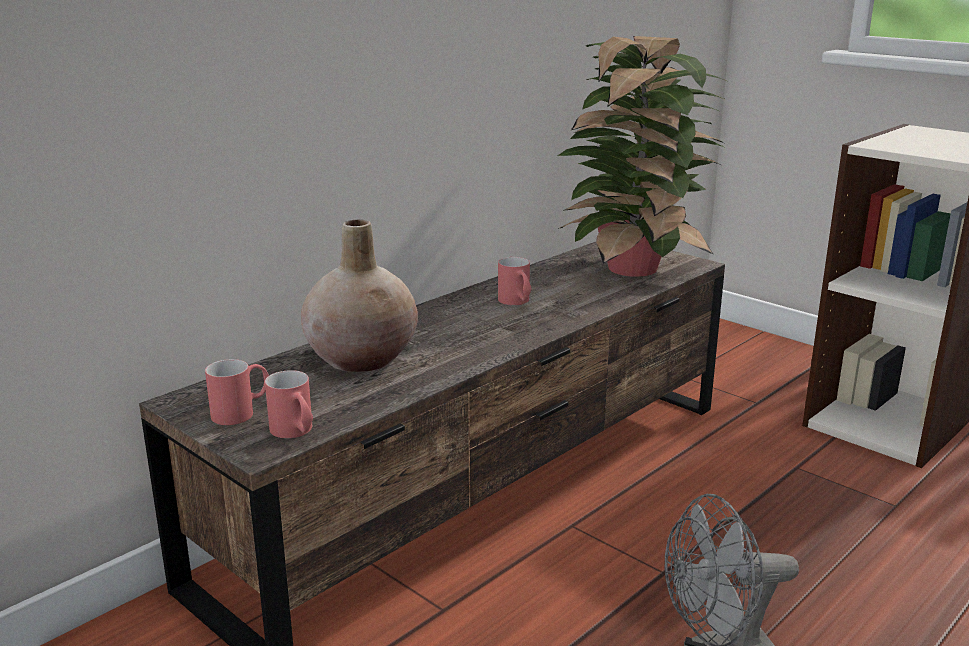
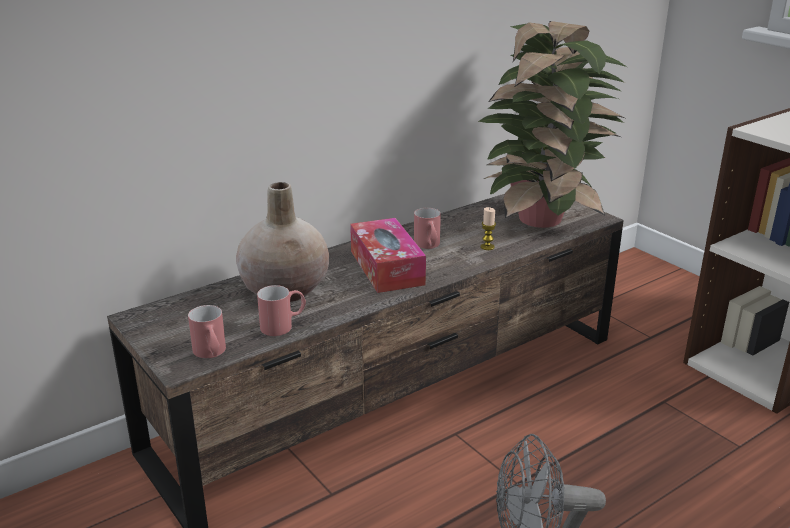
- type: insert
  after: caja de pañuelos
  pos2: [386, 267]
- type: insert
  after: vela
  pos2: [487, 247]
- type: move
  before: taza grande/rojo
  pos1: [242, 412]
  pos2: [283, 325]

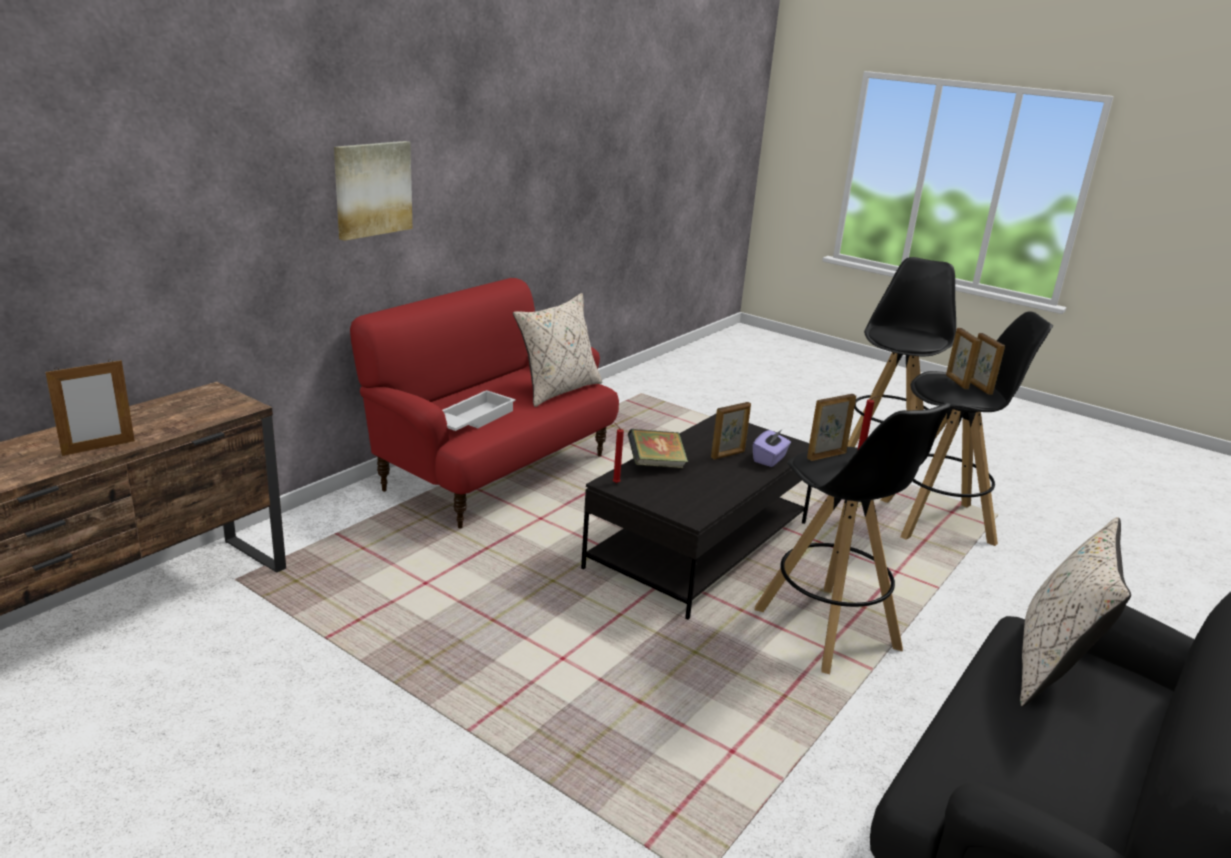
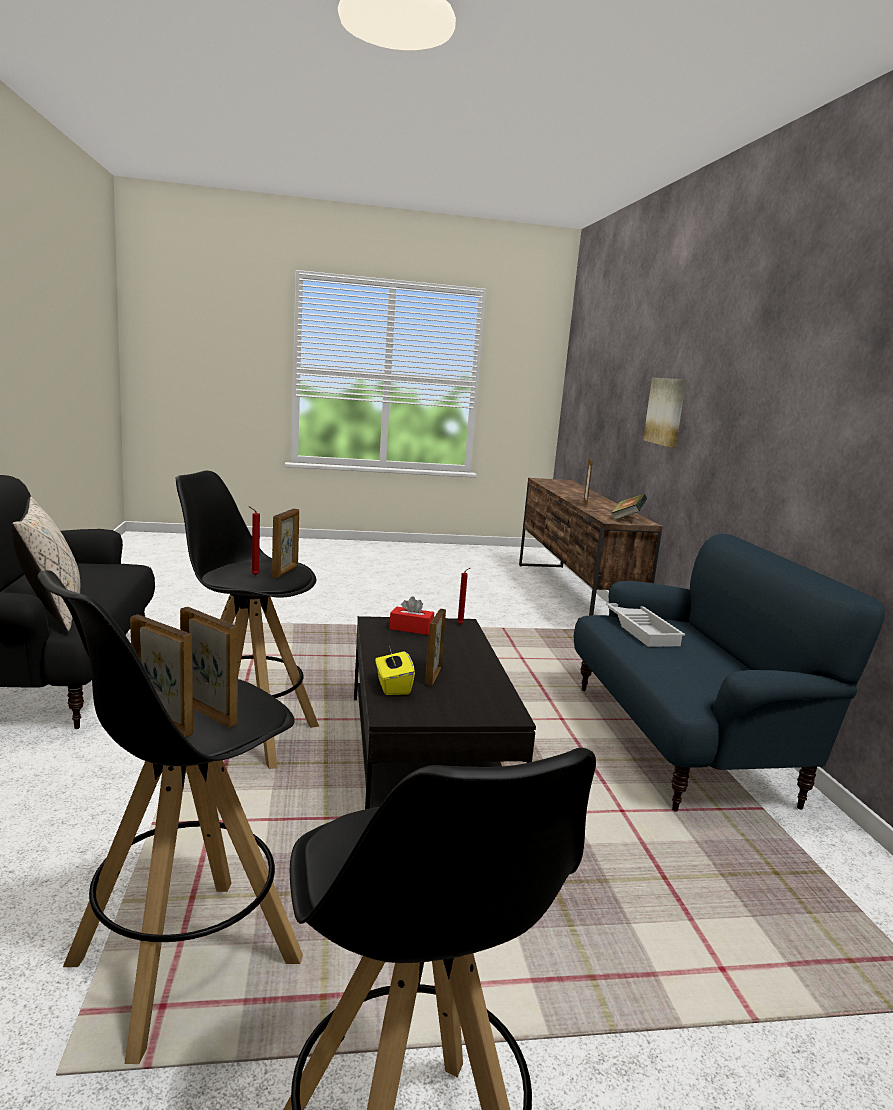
- type: delete
  before: cojín/beis
  pos1: [557, 390]
- type: insert
  after: caja de pañuelos/rojo
  pos2: [411, 628]
- type: move
  before: cuadro
  pos1: [372, 189]
  pos2: [666, 411]
- type: move
  before: libro
  pos1: [656, 464]
  pos2: [627, 519]
- type: recolor
  before: sofá/rojo
  after: sofá/azul
  pos1: [493, 471]
  pos2: [682, 741]
- type: recolor
  before: caja de pañuelos/morado
  after: caja de pañuelos/amarillo
  pos1: [770, 459]
  pos2: [393, 686]

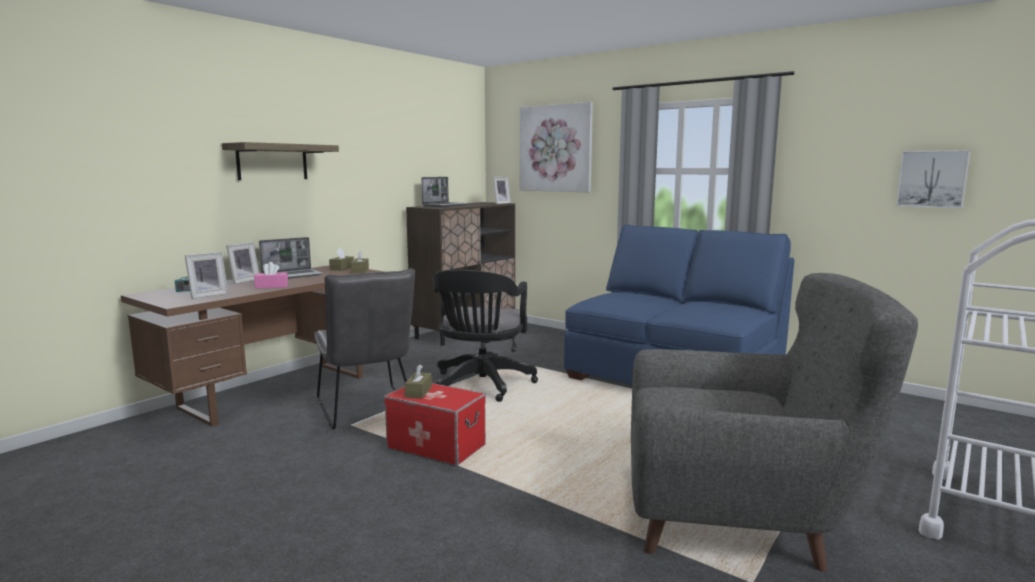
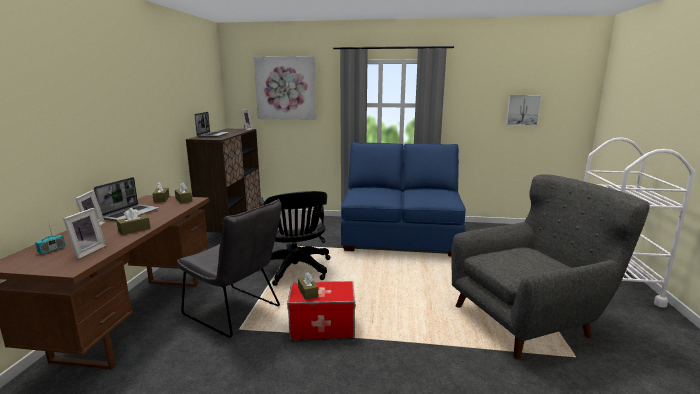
- type: delete
  before: estante
  pos1: [272, 162]
- type: recolor
  before: caja de pañuelos/rosa
  after: caja de pañuelos/marrón
  pos1: [271, 286]
  pos2: [134, 229]

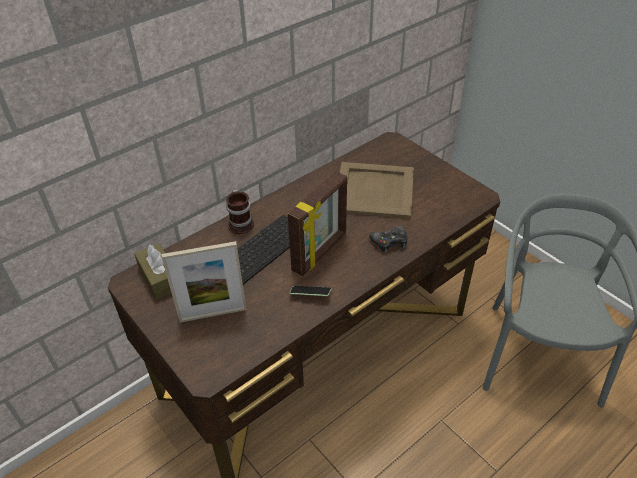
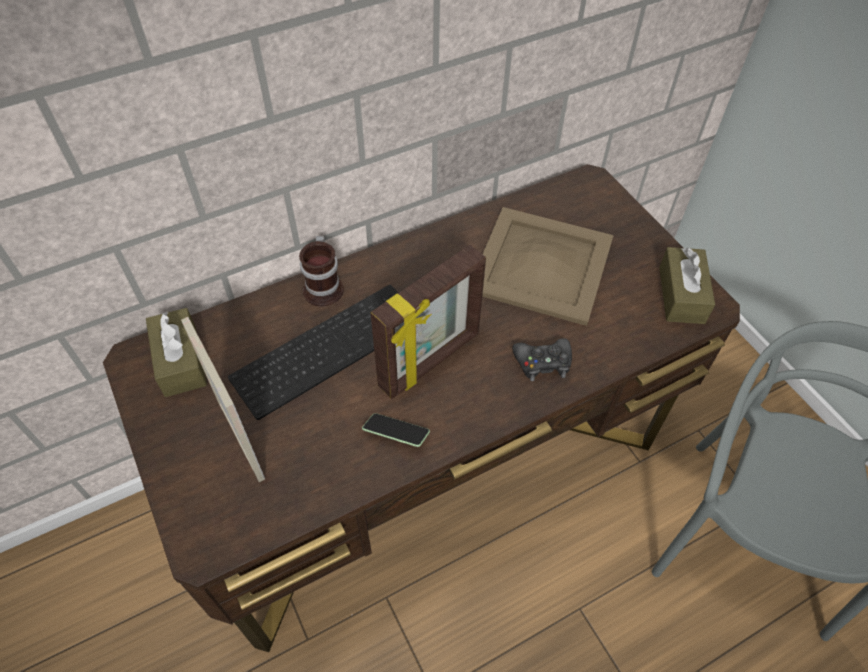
- type: insert
  after: caja de pañuelos/marrón
  pos2: [681, 295]
- type: rotate
  before: portarretratos
  pos1: [213, 314]
  pos2: [241, 439]
  turn: -120

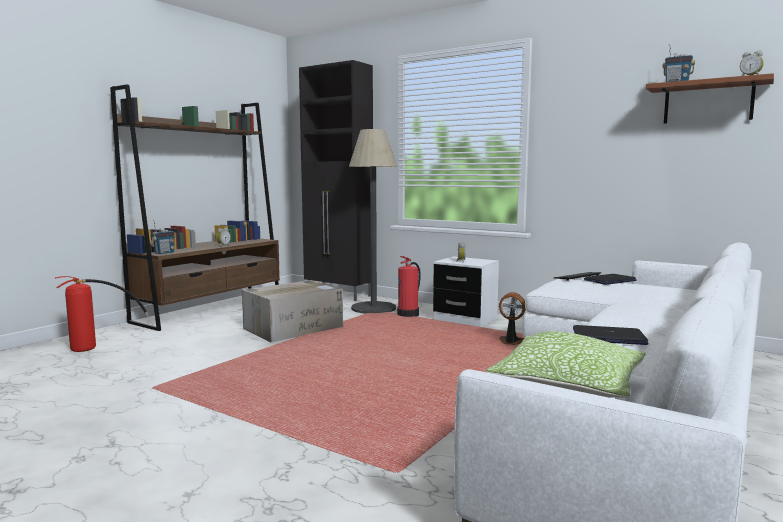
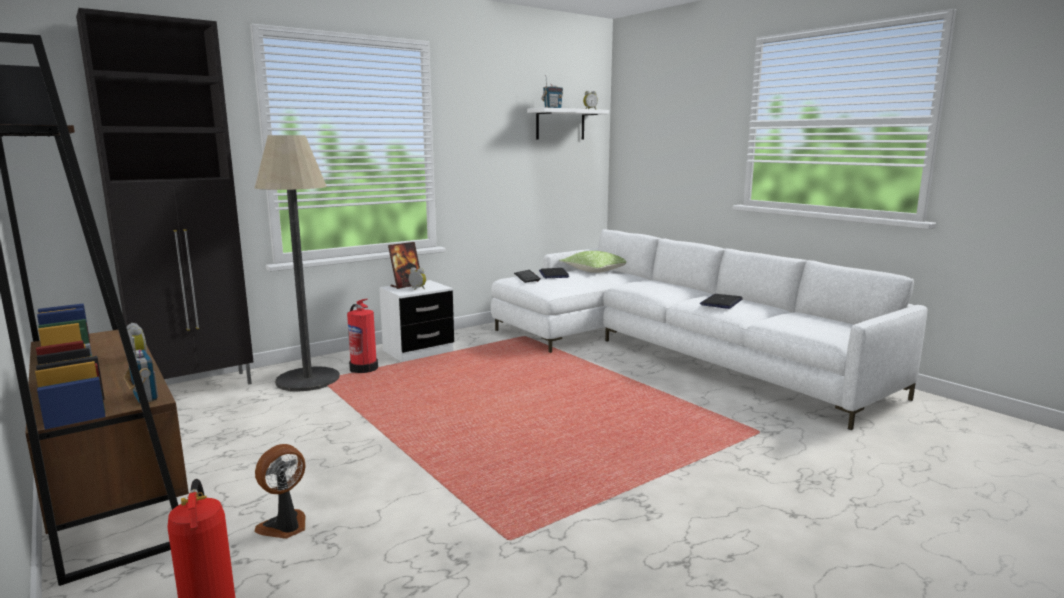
- type: delete
  before: caja de cartón
  pos1: [294, 328]
- type: insert
  after: portarretratos
  pos2: [406, 285]
- type: move
  before: cojín
  pos1: [568, 385]
  pos2: [595, 270]
- type: move
  before: ventilador
  pos1: [511, 342]
  pos2: [285, 527]
- type: recolor
  before: estante/marrón
  after: estante/blanco
  pos1: [708, 102]
  pos2: [560, 124]

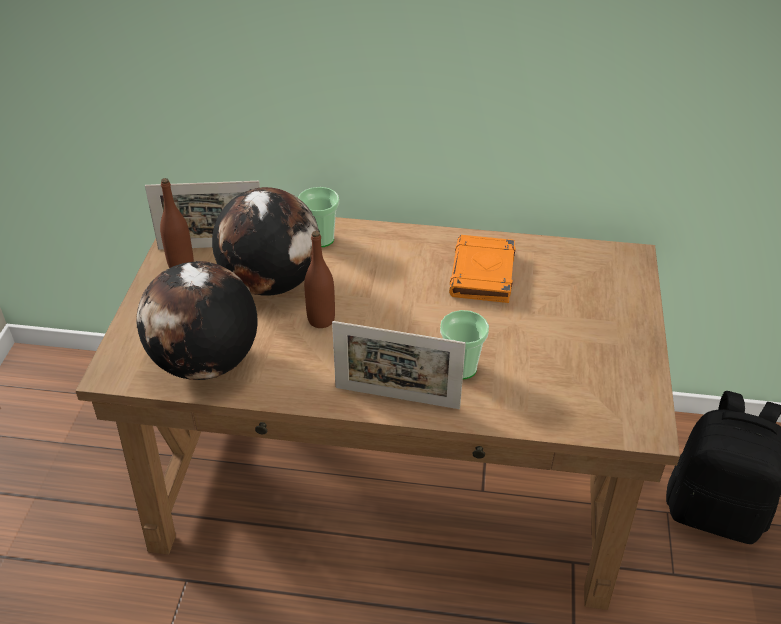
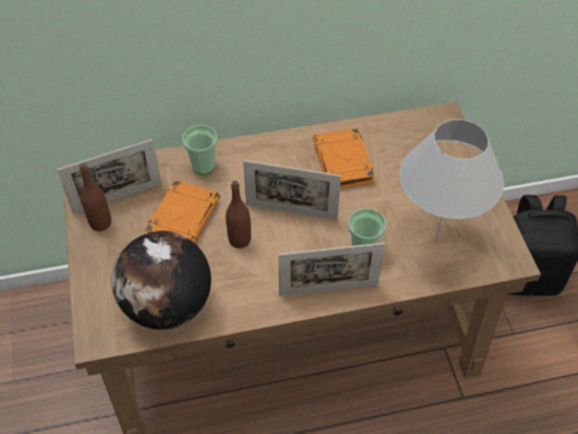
- type: insert
  after: portarretratos
  pos2: [291, 211]
- type: insert
  after: lámpara de mesa/blanco
  pos2: [435, 241]
- type: replace
  before: globo terráqueo
  after: libro/naranja
  pos1: [271, 282]
  pos2: [183, 218]

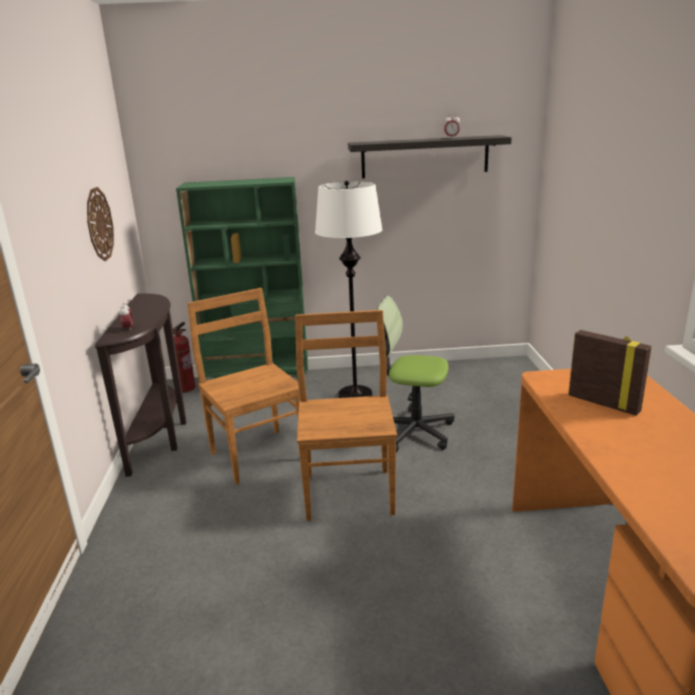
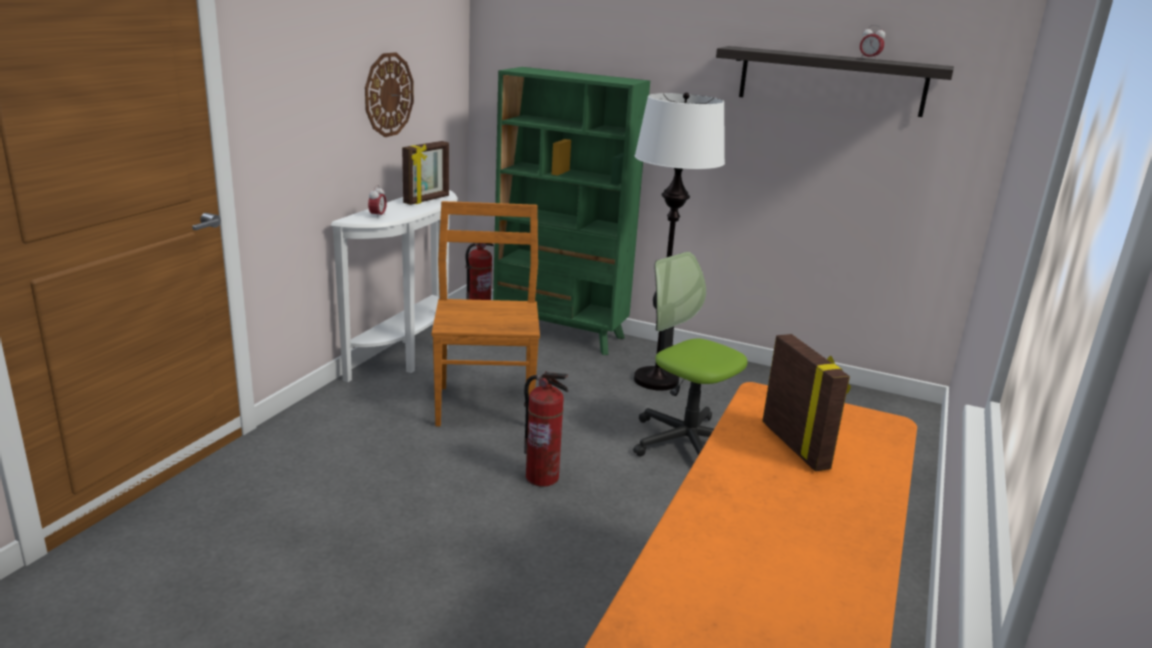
- type: insert
  after: portarretratos
  pos2: [427, 200]
- type: replace
  before: silla/marrón
  after: extintor
  pos1: [349, 492]
  pos2: [542, 477]
- type: recolor
  before: mesa consola/marrón
  after: mesa consola/blanco
  pos1: [161, 436]
  pos2: [410, 354]

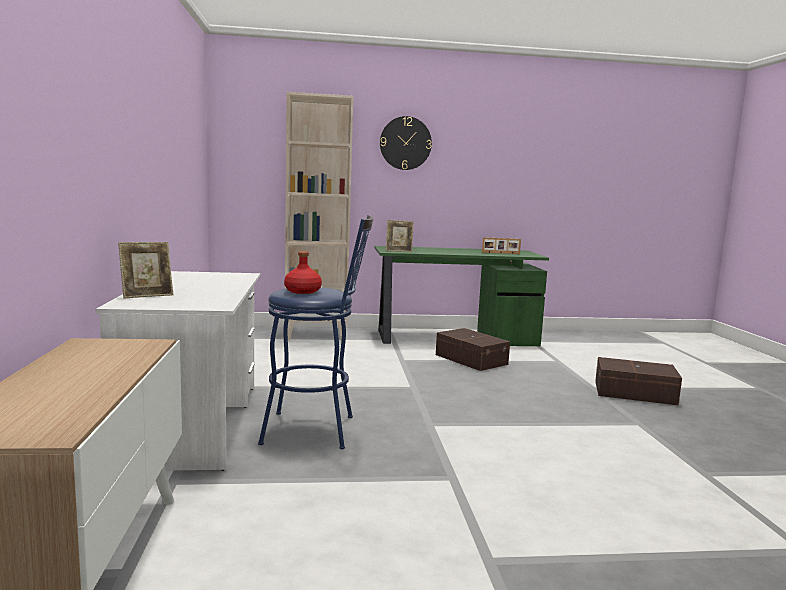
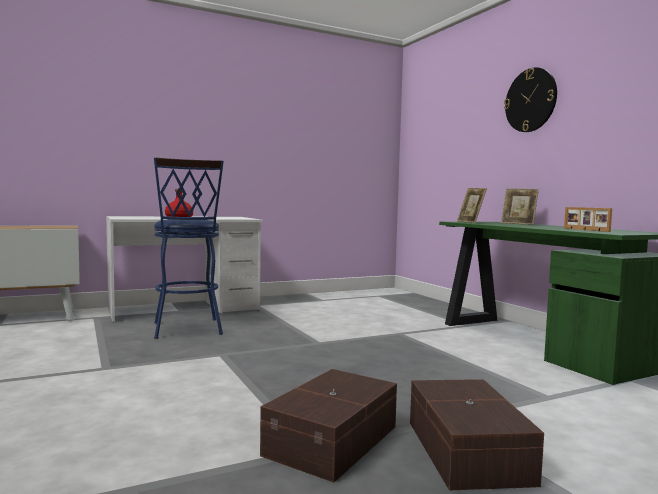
- type: delete
  before: estantería/beis
  pos1: [316, 334]
- type: move
  before: portarretratos
  pos1: [147, 295]
  pos2: [518, 224]
- type: move
  before: caja de almacenaje/marrón
  pos1: [471, 359]
  pos2: [334, 440]

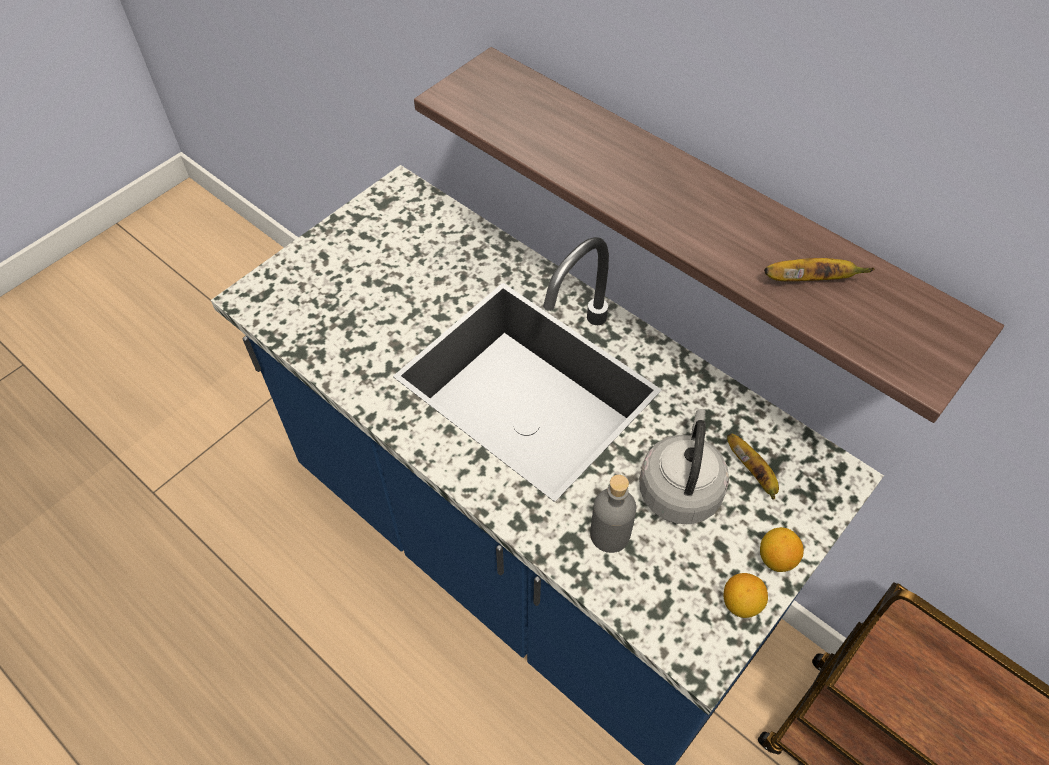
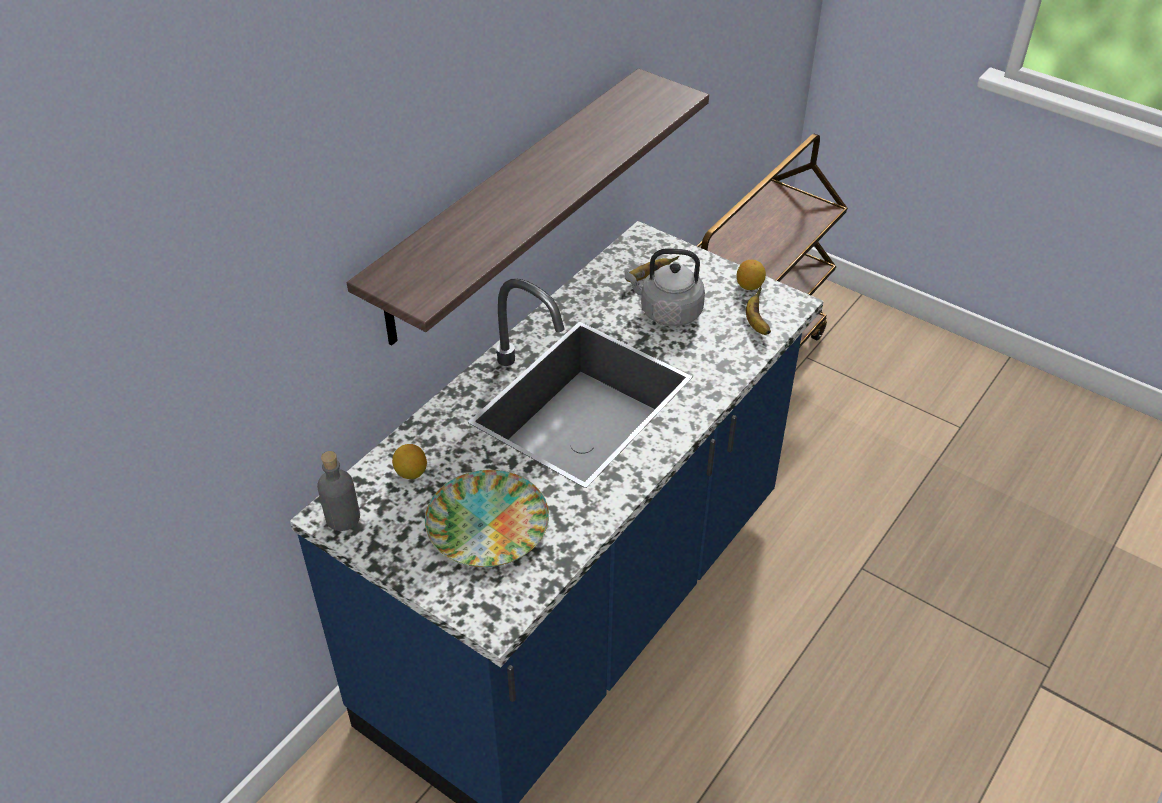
- type: insert
  after: plato
  pos2: [486, 524]
- type: move
  before: botella/gris
  pos1: [610, 534]
  pos2: [342, 518]
- type: move
  before: limón
  pos1: [776, 558]
  pos2: [411, 473]
- type: move
  before: plátano
  pos1: [808, 281]
  pos2: [756, 323]

